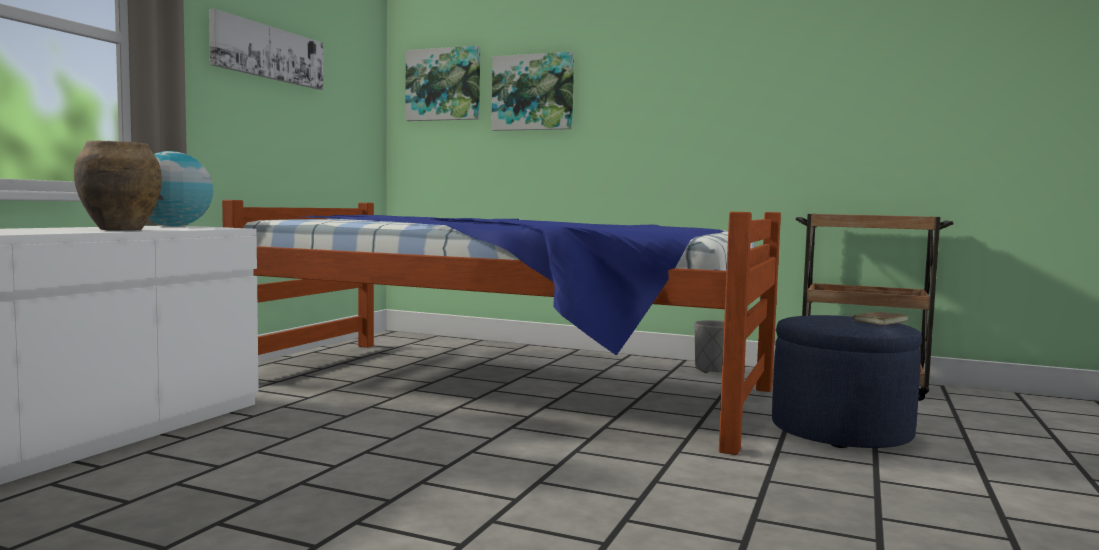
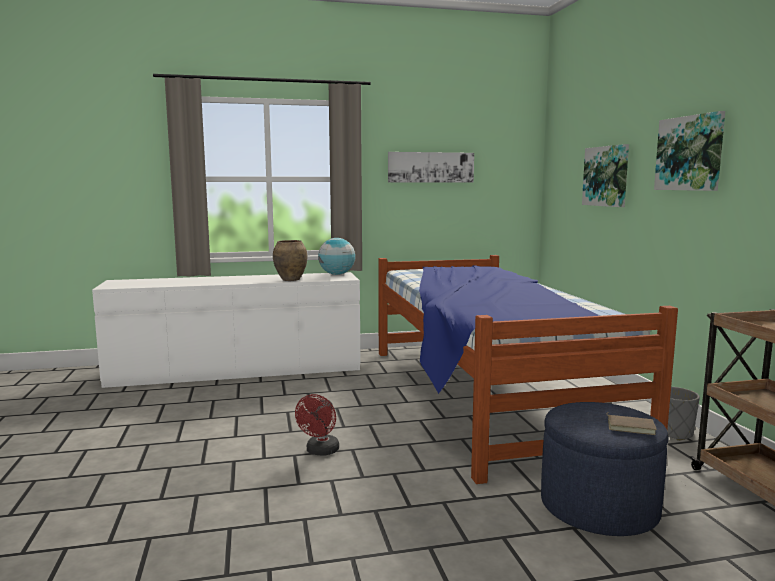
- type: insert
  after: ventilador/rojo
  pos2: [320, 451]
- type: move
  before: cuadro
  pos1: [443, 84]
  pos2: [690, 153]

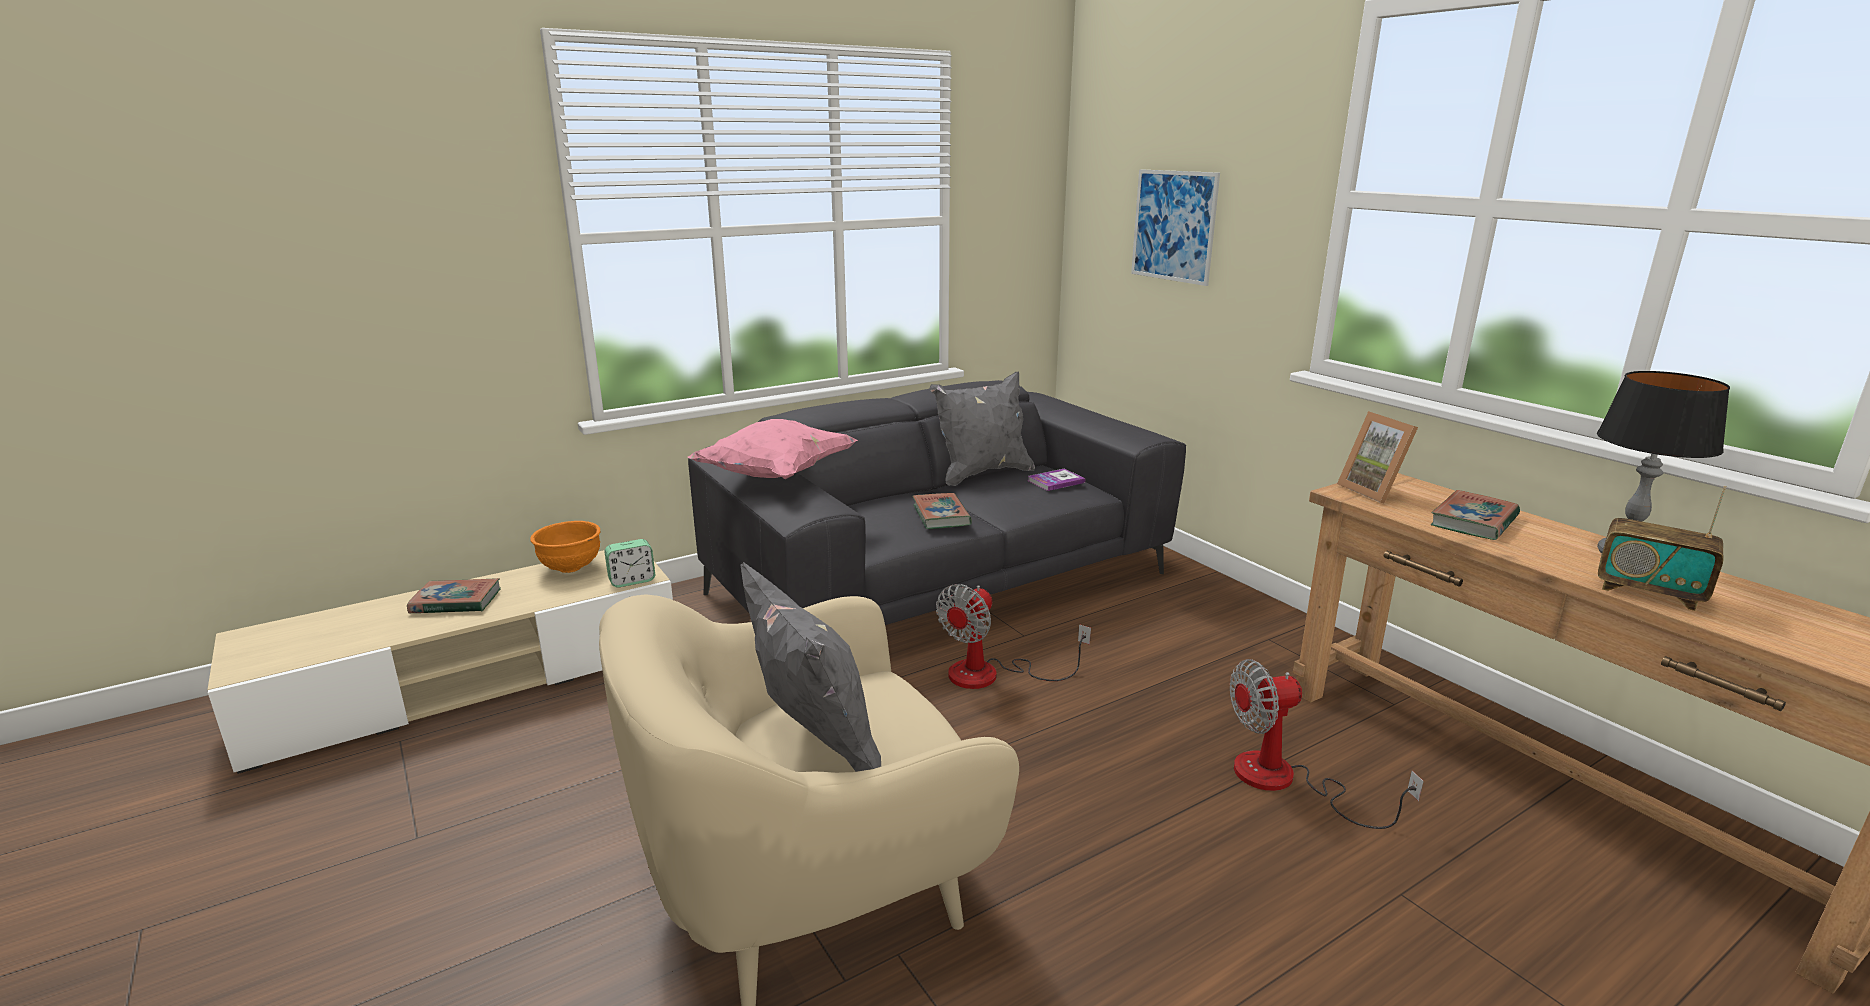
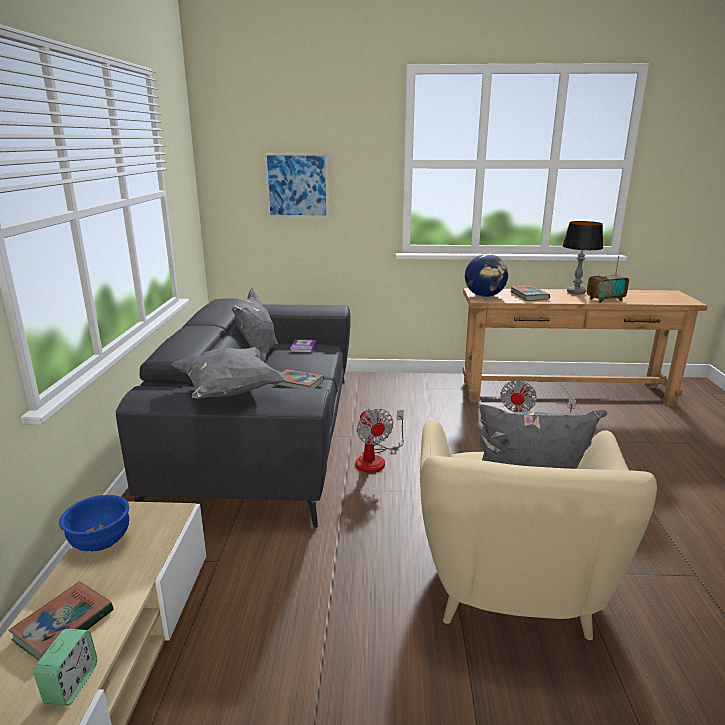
- type: move
  before: despertador
  pos1: [632, 581]
  pos2: [71, 684]
- type: replace
  before: portarretratos
  after: globo terráqueo
  pos1: [1375, 491]
  pos2: [484, 296]
- type: recolor
  before: cuenco/naranja
  after: cuenco/azul
  pos1: [570, 568]
  pos2: [100, 543]
- type: recolor
  before: cojín/rosa
  after: cojín/gris
  pos1: [776, 476]
  pos2: [230, 391]

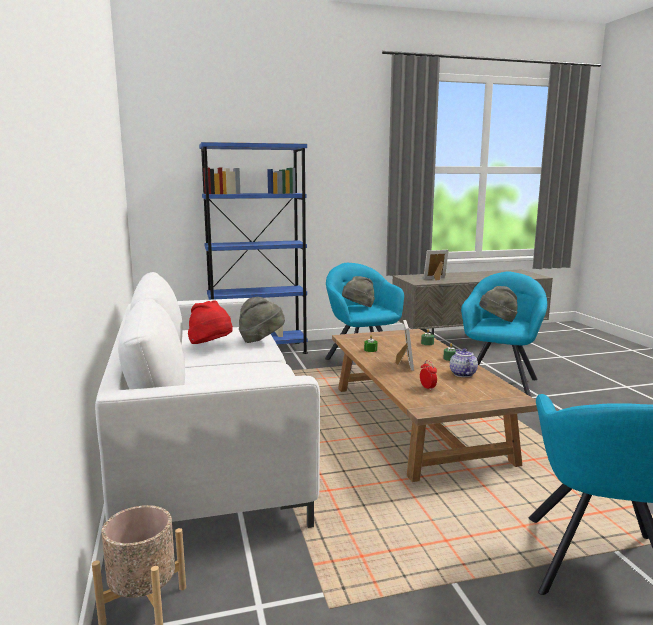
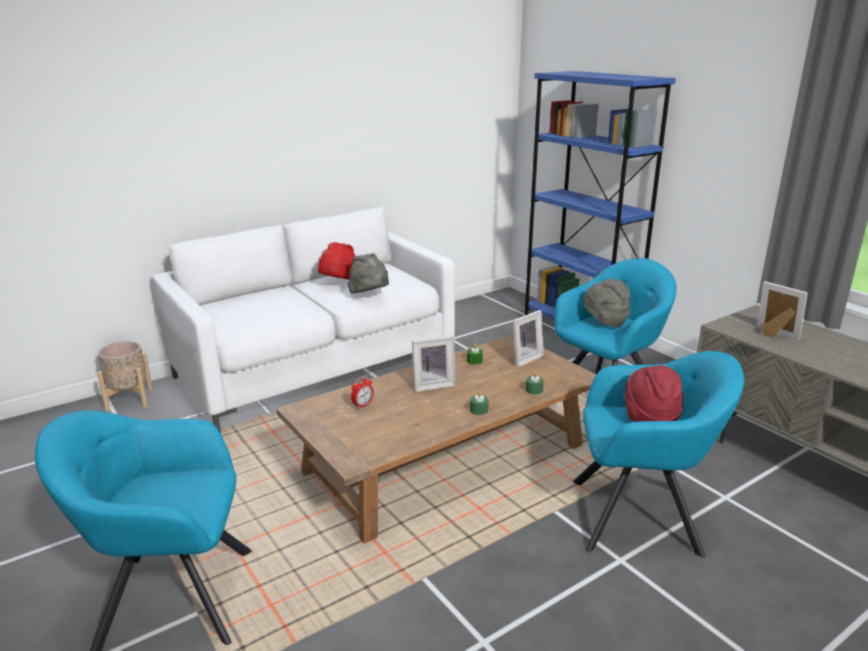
- type: delete
  before: tetera
  pos1: [462, 374]
- type: insert
  after: portarretratos
  pos2: [524, 359]
- type: recolor
  before: sombrero/gris
  after: sombrero/rojo
  pos1: [497, 321]
  pos2: [649, 419]

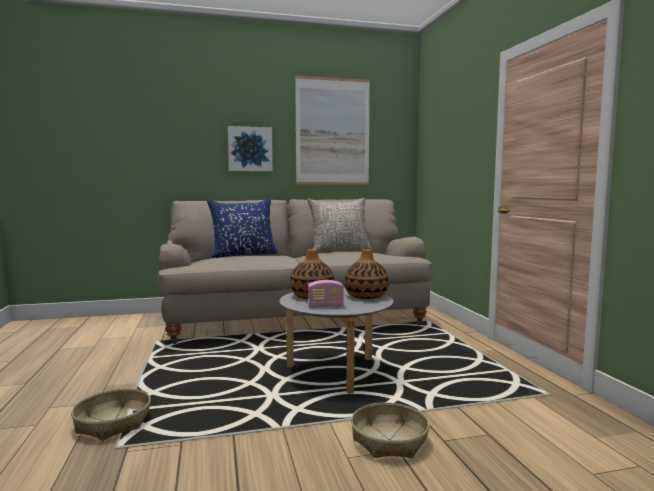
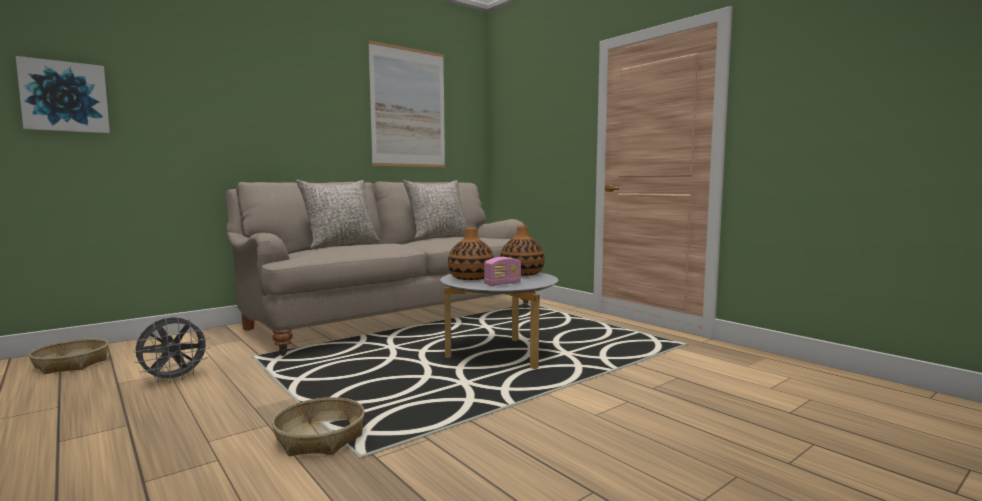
- type: insert
  after: ventilador/gris
  pos2: [174, 379]
- type: move
  before: cuadro
  pos1: [250, 149]
  pos2: [64, 97]
- type: move
  before: cesta
  pos1: [389, 440]
  pos2: [71, 364]
- type: recolor
  before: cojín/azul
  after: cojín/gris
  pos1: [243, 255]
  pos2: [341, 245]

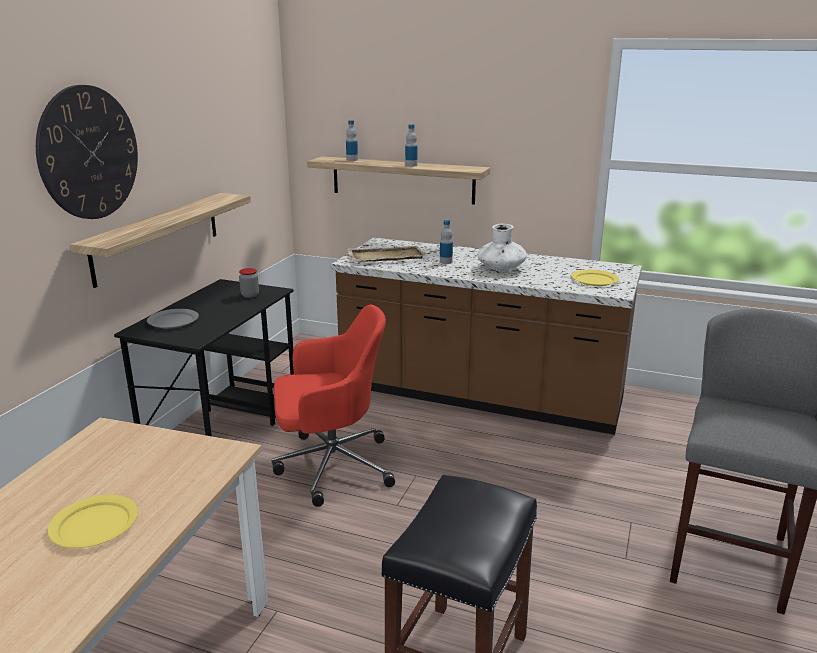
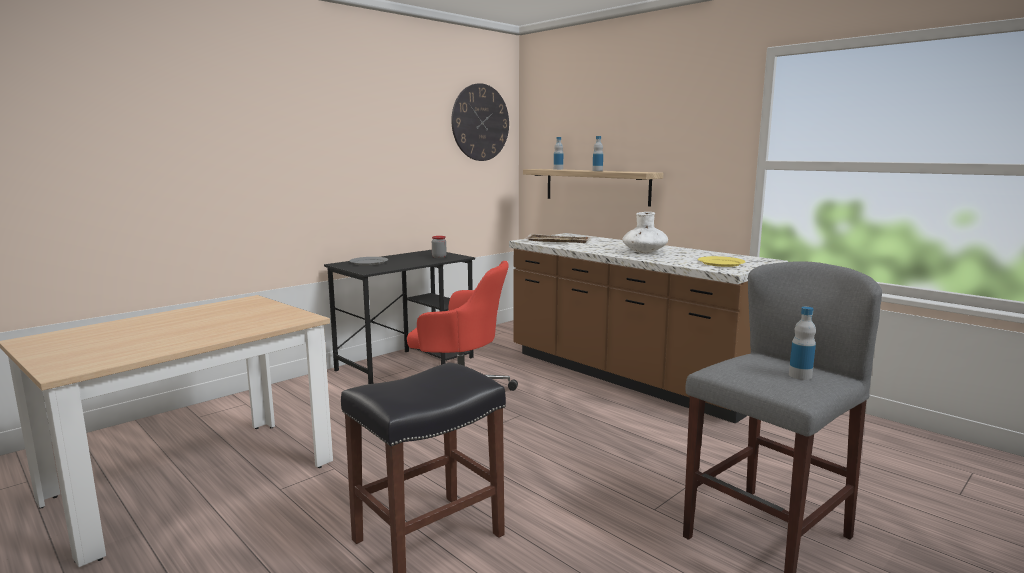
- type: delete
  before: plato/amarillo
  pos1: [95, 524]
- type: delete
  before: estante
  pos1: [157, 237]
- type: move
  before: reloj de pared
  pos1: [89, 153]
  pos2: [480, 122]
- type: move
  before: botella
  pos1: [446, 262]
  pos2: [800, 376]

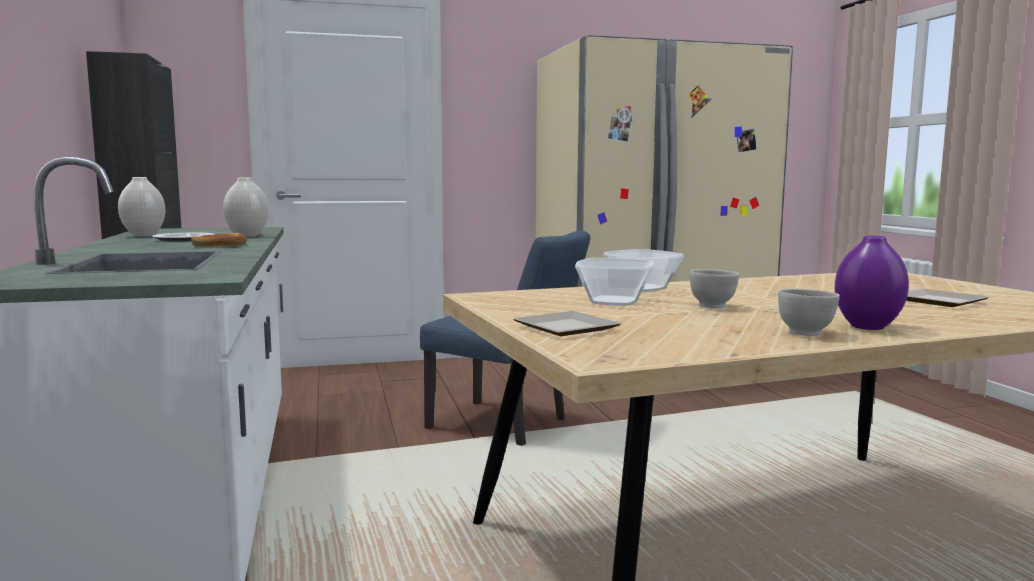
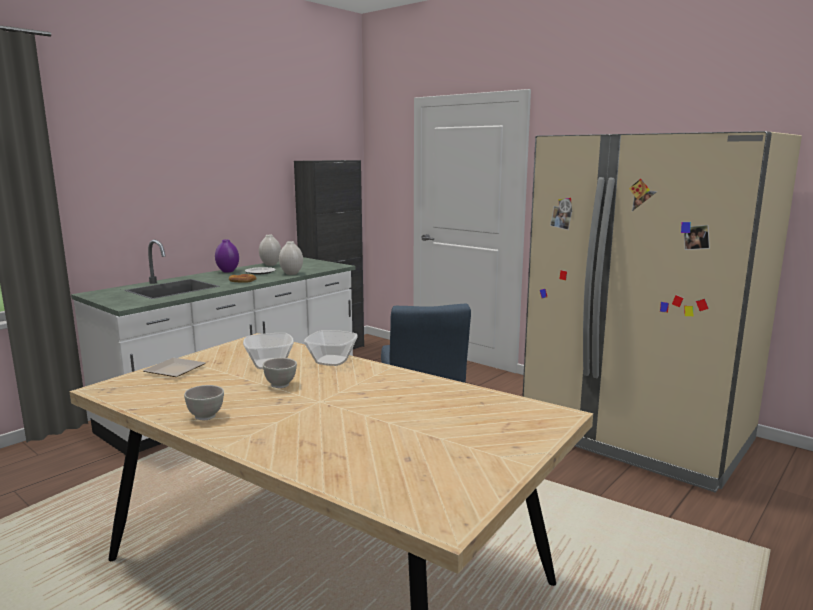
- type: delete
  before: plato
  pos1: [941, 302]
- type: move
  before: florero/morado
  pos1: [866, 327]
  pos2: [227, 271]

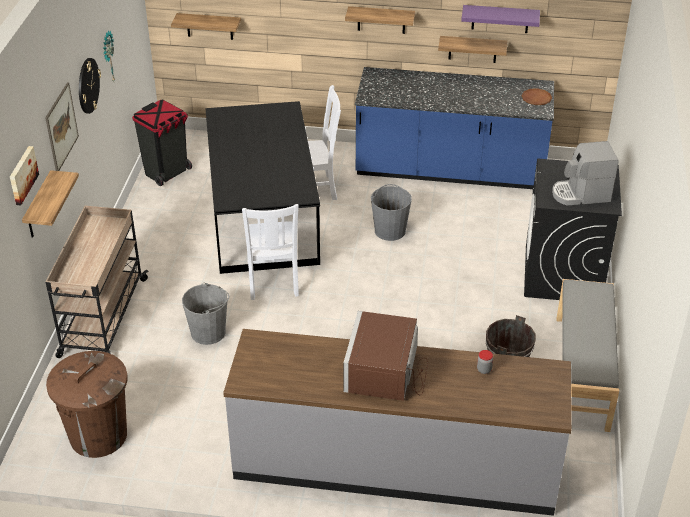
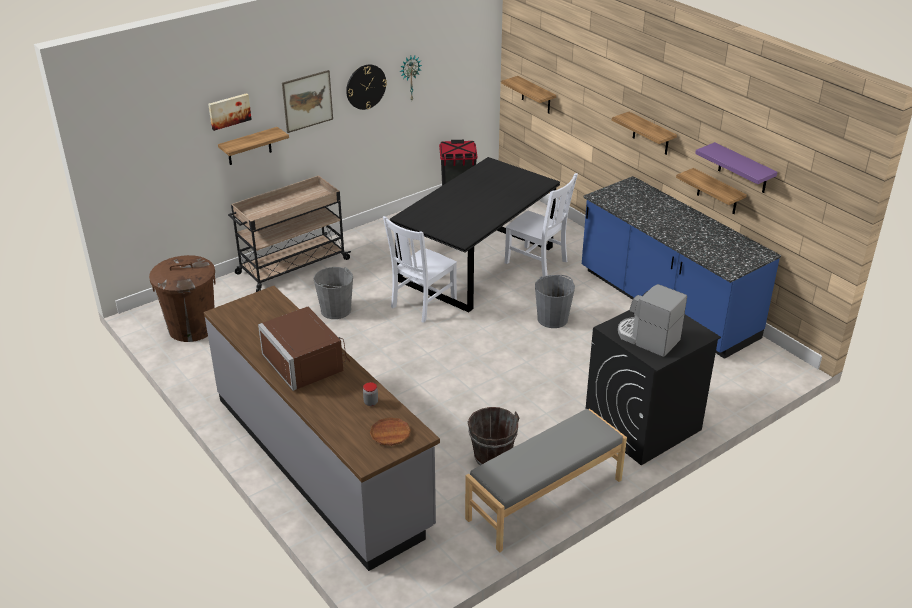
- type: move
  before: plato/marrón
  pos1: [536, 99]
  pos2: [390, 434]
- type: rotate
  before: microondas/marrón
  pos1: [386, 373]
  pos2: [308, 362]
  turn: -90

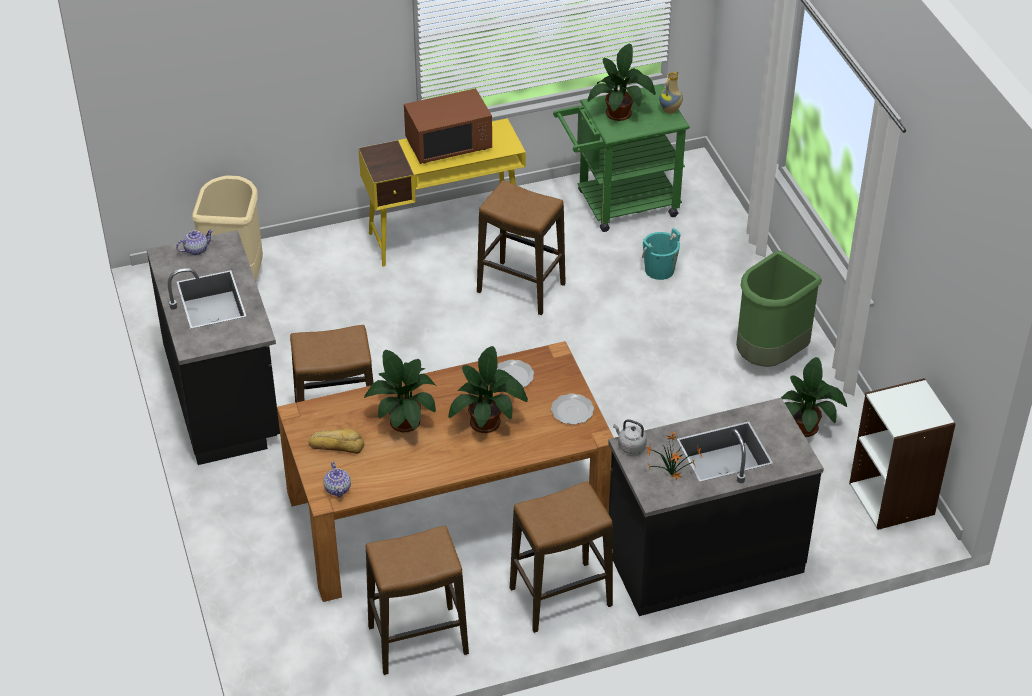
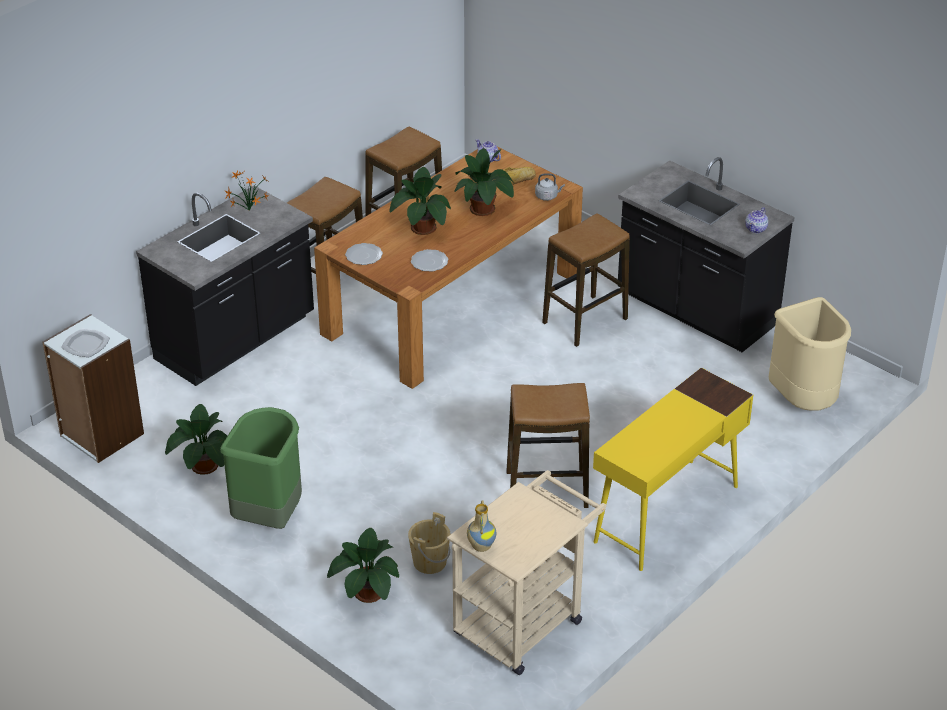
- type: delete
  before: microondas/marrón
  pos1: [448, 144]
- type: insert
  after: plato
  pos2: [86, 344]
- type: move
  before: planta en maceta
  pos1: [620, 112]
  pos2: [367, 593]
- type: move
  before: hervidor/gris
  pos1: [630, 446]
  pos2: [547, 196]
- type: recolor
  before: carrito/verde
  after: carrito/beis
  pos1: [618, 205]
  pos2: [525, 620]
- type: recolor
  before: cubo/turquesa
  after: cubo/beis
  pos1: [659, 270]
  pos2: [429, 562]

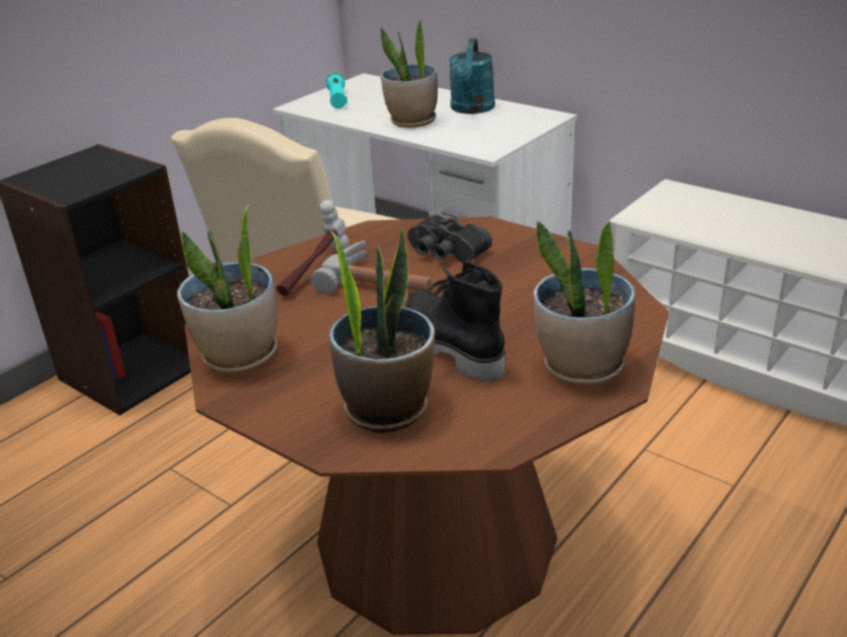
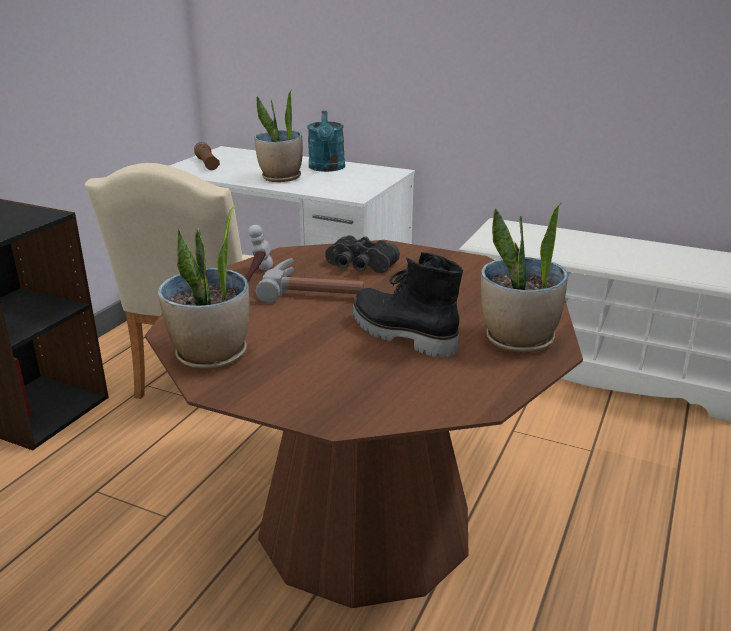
- type: delete
  before: planta en maceta
  pos1: [386, 408]
- type: recolor
  before: linterna/turquesa
  after: linterna/marrón
  pos1: [337, 99]
  pos2: [207, 164]

